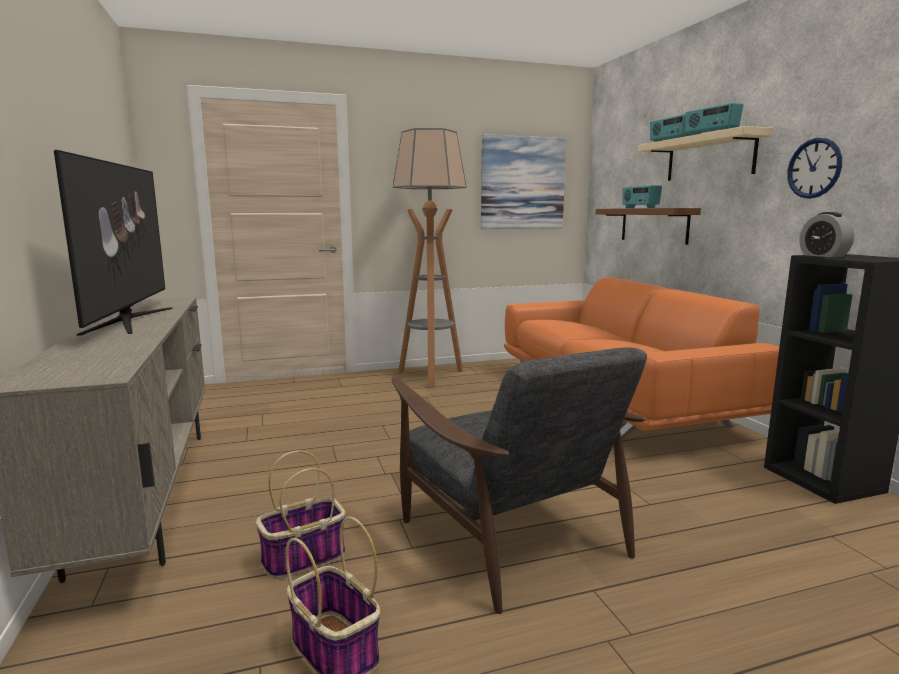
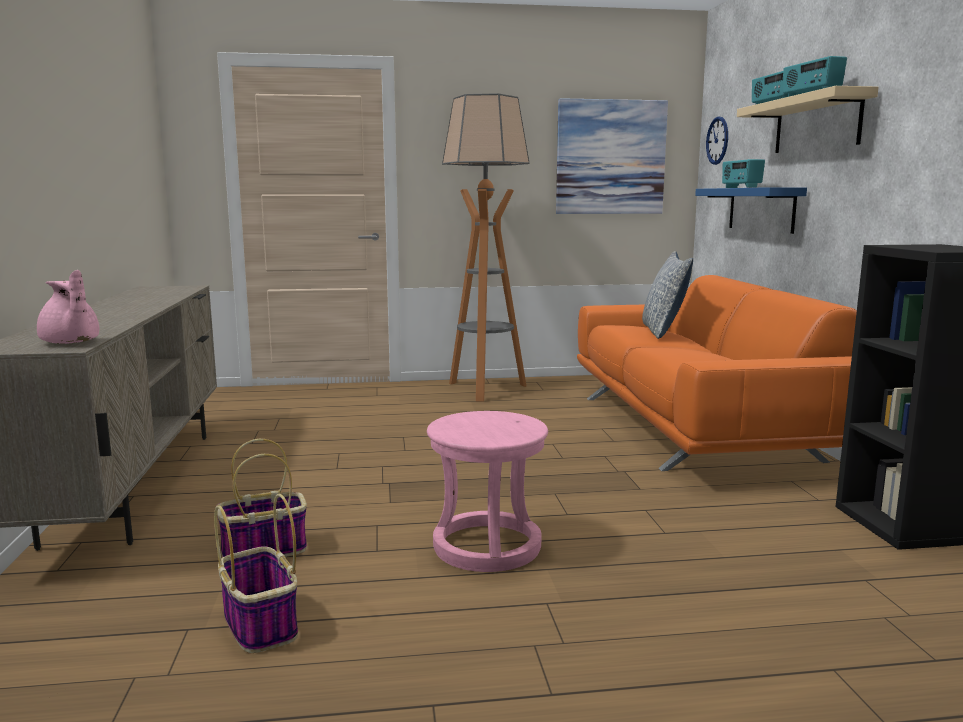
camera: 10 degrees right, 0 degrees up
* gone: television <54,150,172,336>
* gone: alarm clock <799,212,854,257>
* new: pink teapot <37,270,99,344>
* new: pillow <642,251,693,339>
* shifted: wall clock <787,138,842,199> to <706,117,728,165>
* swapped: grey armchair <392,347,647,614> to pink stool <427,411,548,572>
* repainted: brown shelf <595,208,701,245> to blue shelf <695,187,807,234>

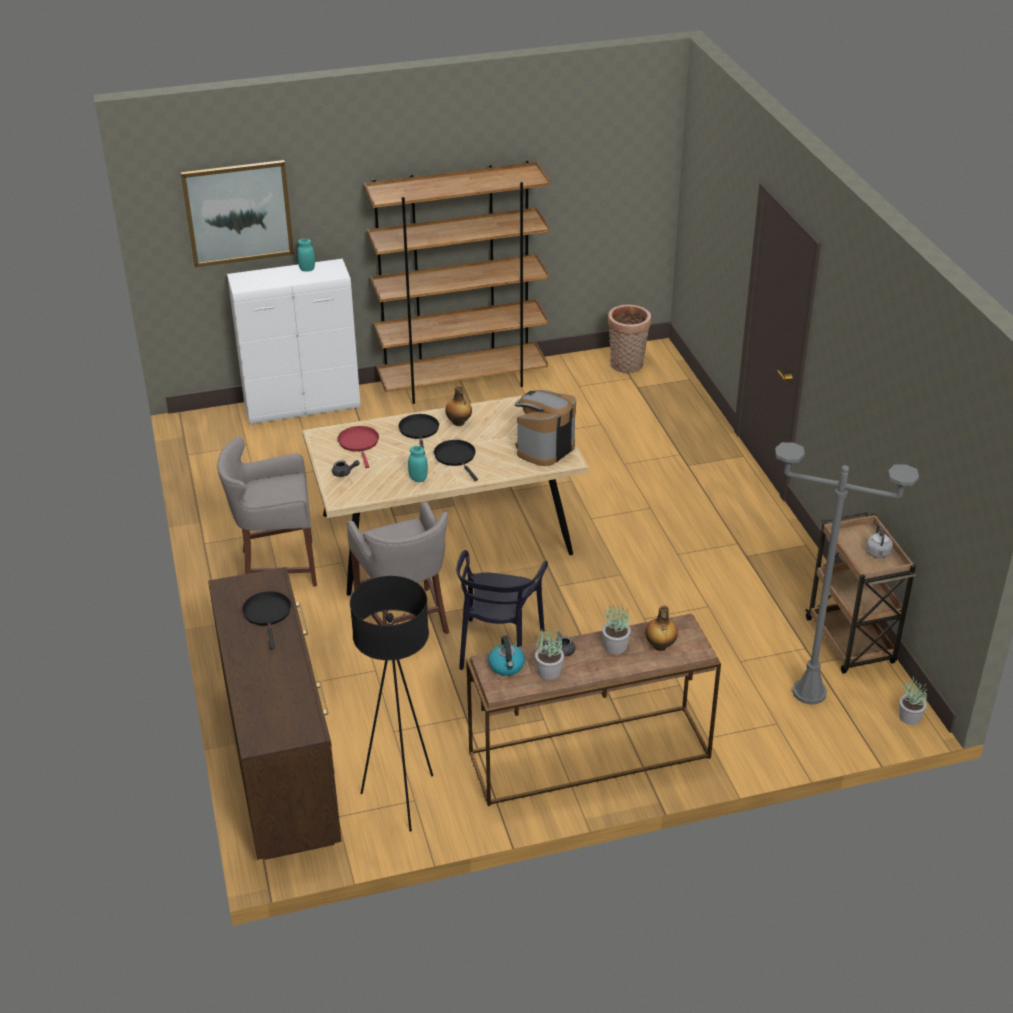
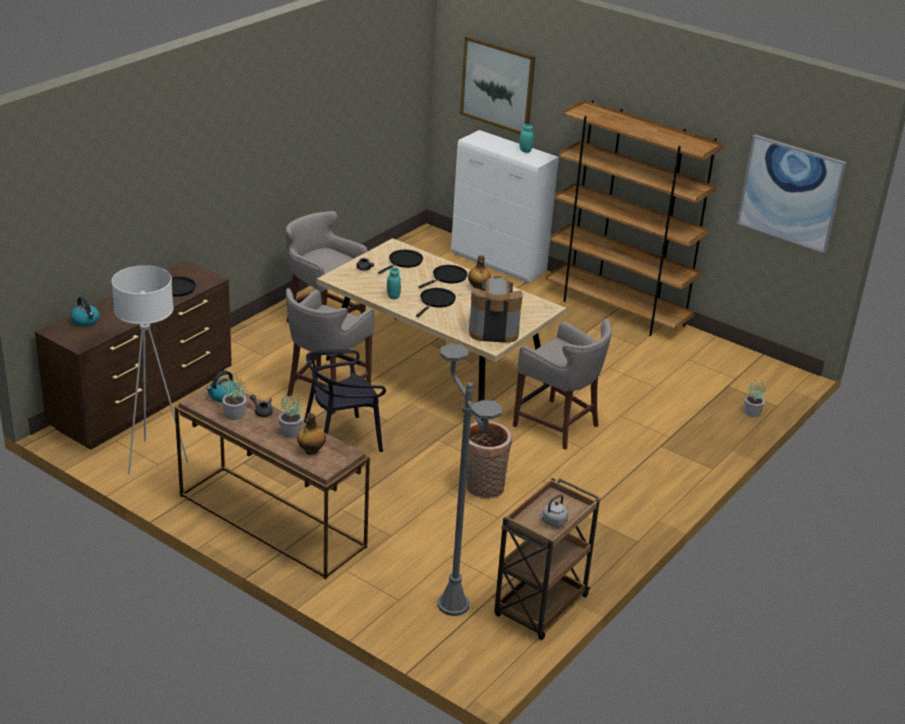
camera: 50 degrees right, 5 degrees down
* new: kettle <71,297,100,327>
* new: grey stool <513,319,612,450>
* new: picture <737,135,847,254>
* shifted: basket <608,305,651,373> to <466,421,512,499>
* shifted: potted plant <899,676,927,725> to <744,380,766,417>
* repainted: red frying pan <338,426,379,468> to black frying pan <378,250,423,274>
* repainted: black floor lamp <350,576,433,832> to white floor lamp <112,265,188,474>

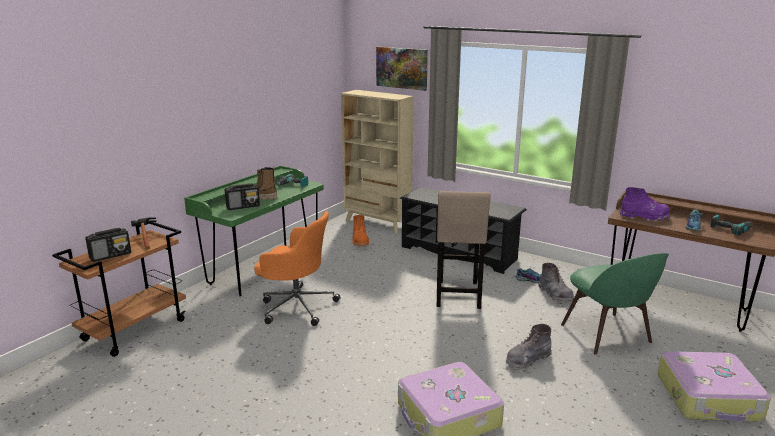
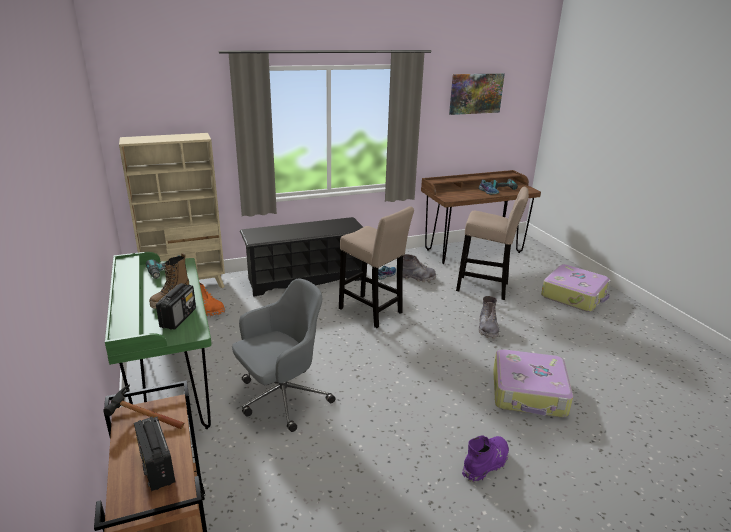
camera: 55 degrees left, 5 degrees up
* shifted: picture <376,47,428,91> to <449,73,505,115>
* shifted: purple boot <619,187,670,222> to <462,435,509,483>
* swapped: green chair <561,253,669,355> to beige stool <456,187,529,300>
* repainted: orange office chair <254,211,340,326> to grey office chair <232,278,335,432>
* rotated: radio <85,228,131,262> = <134,417,175,491> 150 degrees clockwise

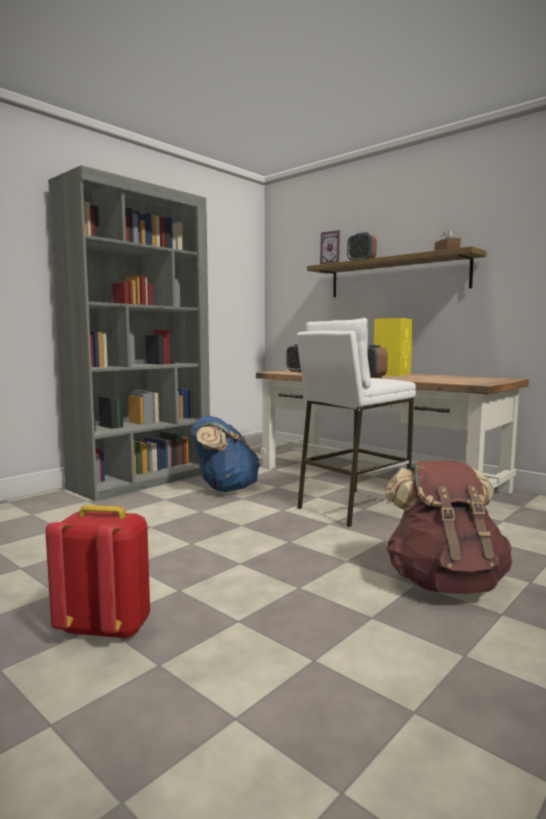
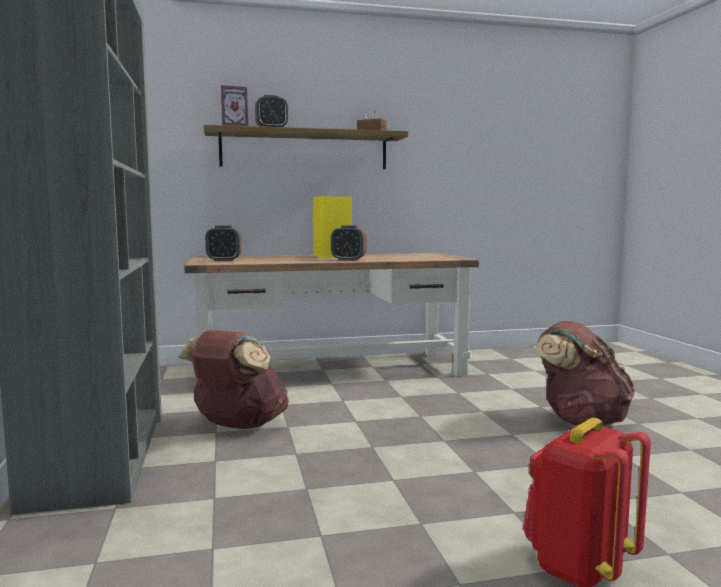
camera: 55 degrees left, 0 degrees up
* gone: white stool <297,318,416,527>
* repainted: blue backpack <190,416,260,492> to brown backpack <178,330,289,429>

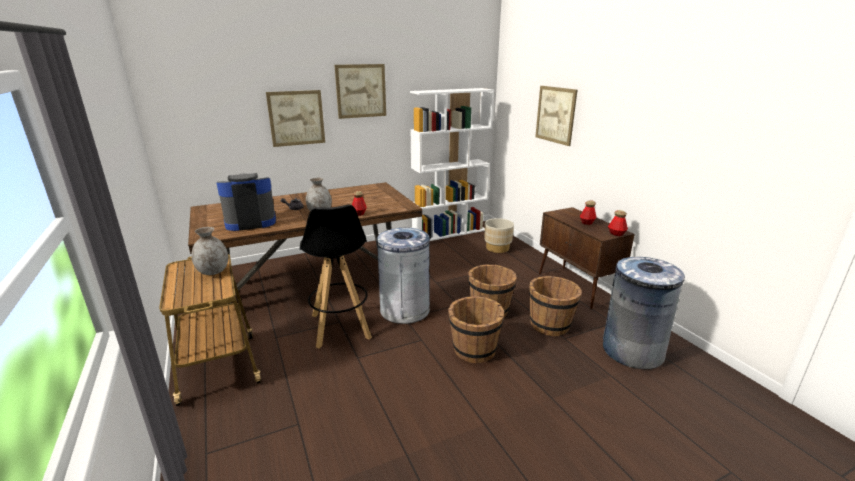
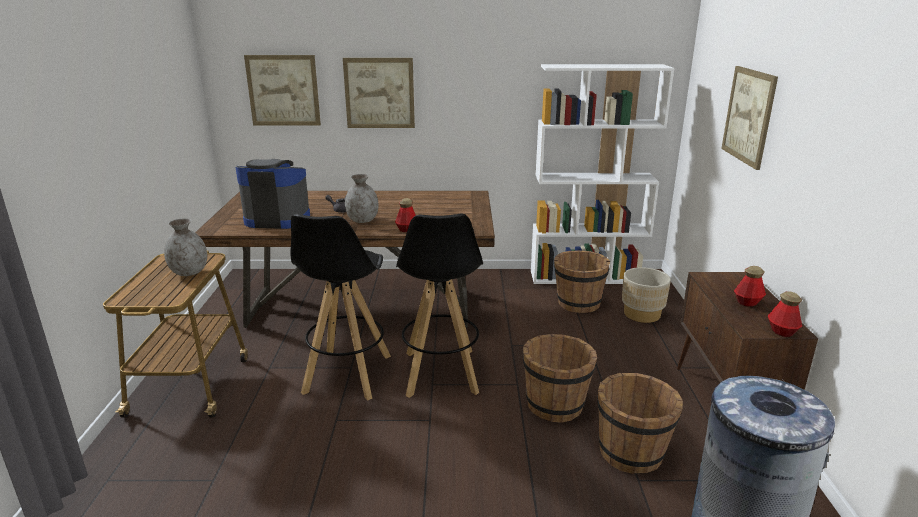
camera: 25 degrees right, 0 degrees up
* shifted: picture <335,64,386,119> to <244,55,321,125>
* shifted: brown bucket <448,296,504,363> to <554,250,610,313>
* swapped: grey trash can <377,228,432,324> to black stool <396,214,483,398>

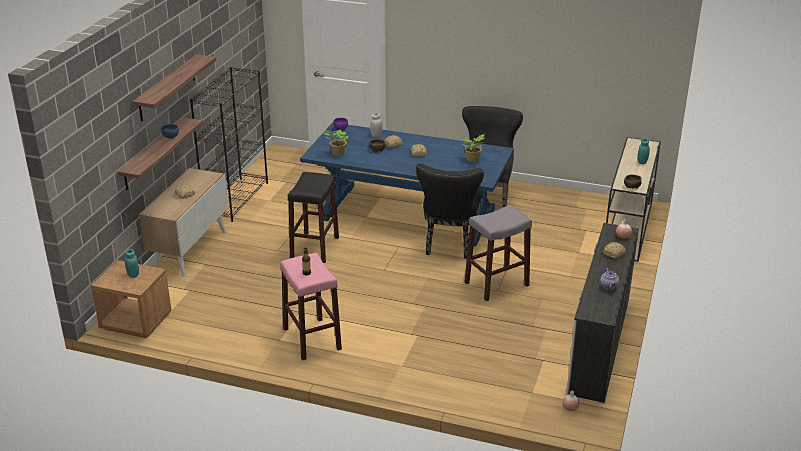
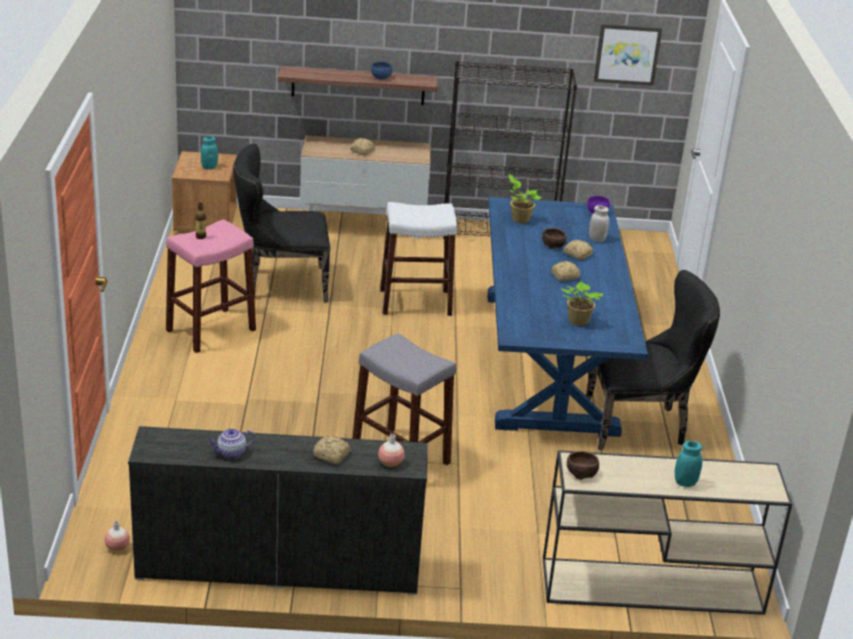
camera: 70 degrees right, 0 degrees up
* gone: shelf <133,54,216,121>
* new: picture <594,24,662,86>
* shifted: black chair <416,163,484,259> to <233,144,331,302>
* repainted: black stool <288,172,339,263> to white stool <380,202,457,316>

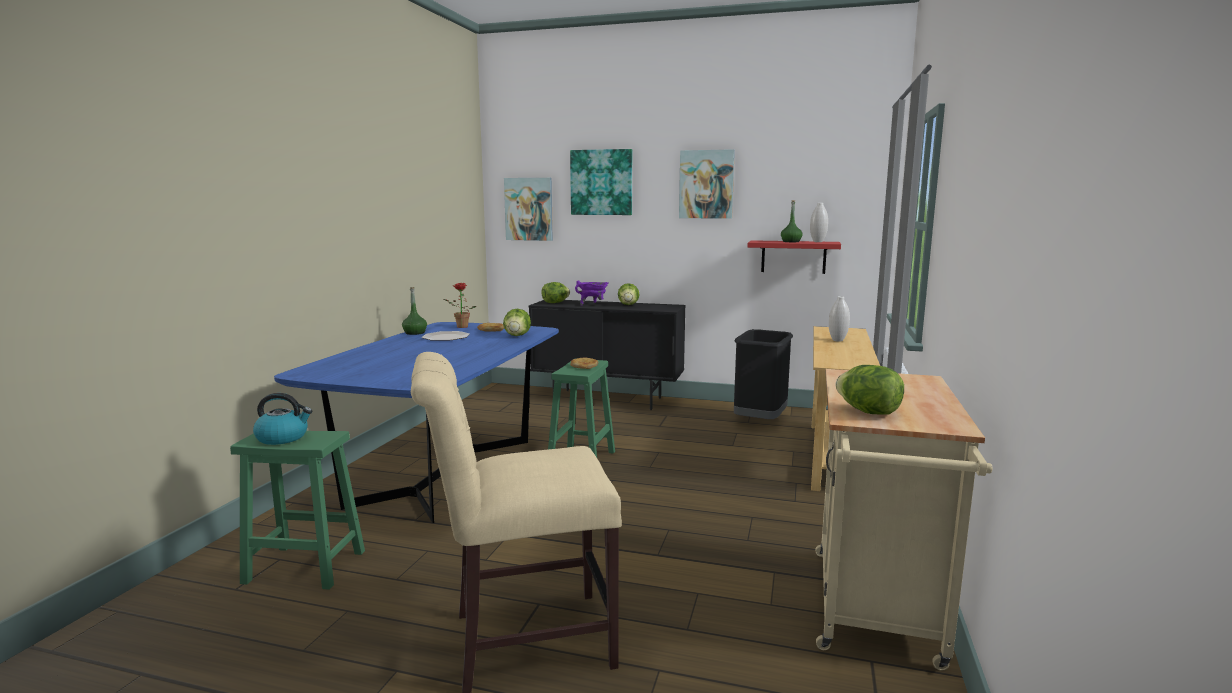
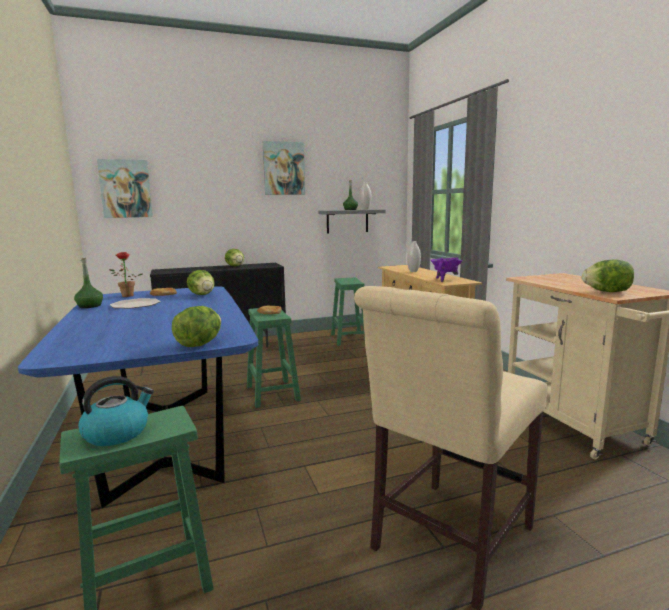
camera: 35 degrees left, 0 degrees up
* gone: picture <570,149,632,215>
* shifted: lettuce <541,282,570,303> to <172,306,221,347>
* shifted: purple cooking pot <575,280,608,306> to <431,257,462,282>
* swapped: black trash can <734,329,793,419> to green stool <331,278,365,346>
* repainted: red shelf <747,240,841,274> to grey shelf <318,210,386,233>

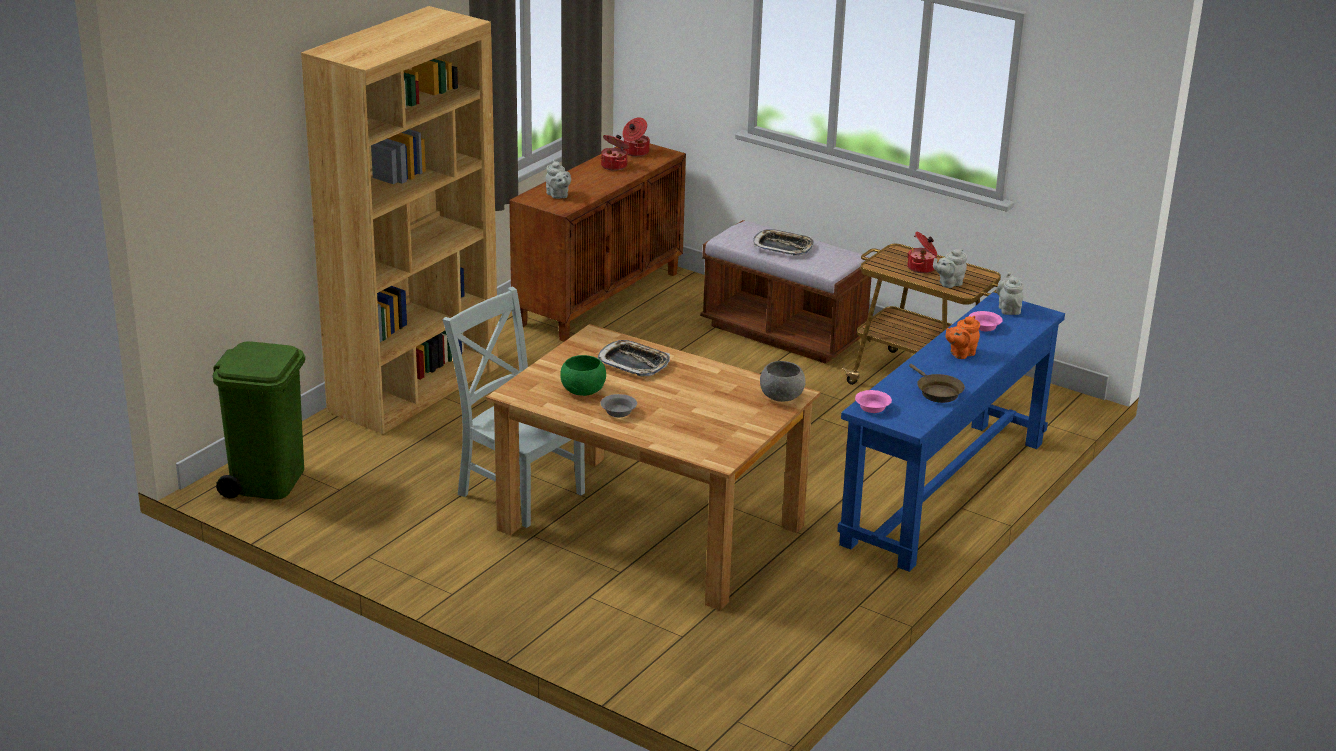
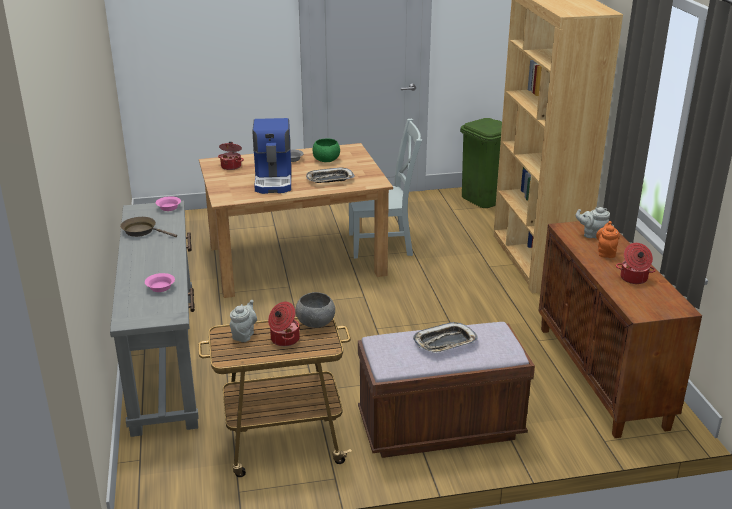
camera: 135 degrees right, 0 degrees up
* gone: grey teapot <996,272,1024,315>
* new: coffee machine <252,118,291,194>
* shifted: cooking pot <622,117,650,157> to <218,142,244,170>
* shifted: grey bowl <760,361,805,402> to <296,292,335,328>
* shifted: orange teapot <946,316,980,359> to <596,221,620,258>
* repainted: blue console table <837,292,1065,572> to grey console table <110,200,199,437>

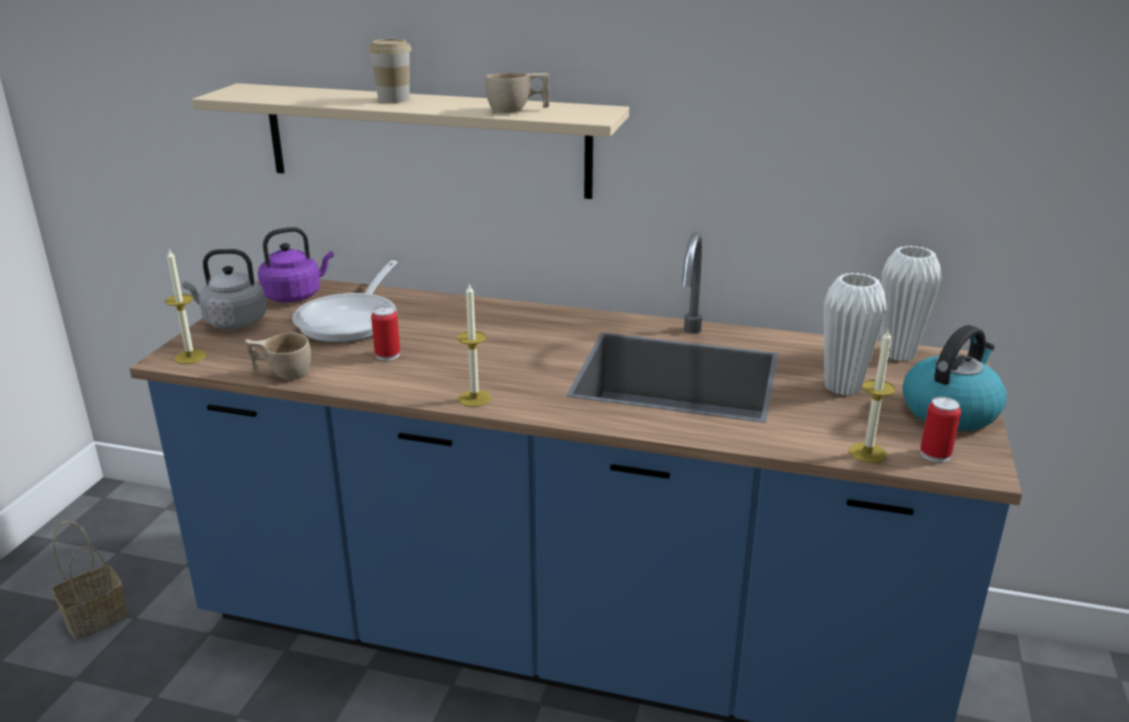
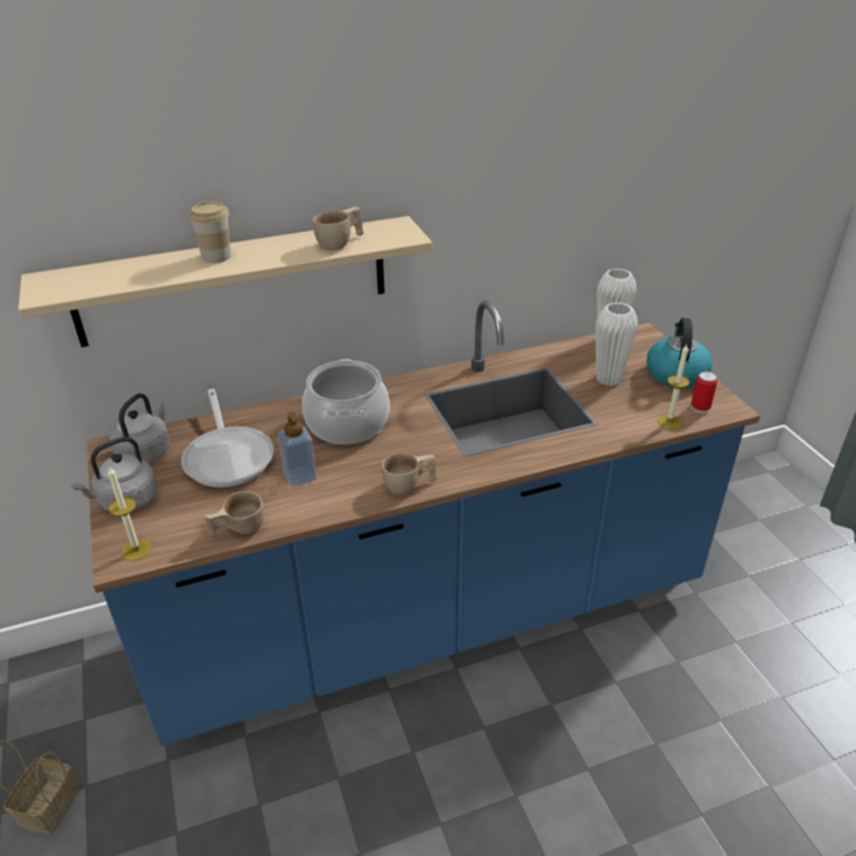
camera: 35 degrees left, 10 degrees up
* new: cooking pot <302,359,390,445>
* swapped: can <371,306,400,361> to soap dispenser <278,412,316,487>
* swapped: candle <457,282,491,407> to beige cup <382,453,436,495>
* repainted: purple kettle <258,227,334,302> to grey kettle <109,393,170,463>

